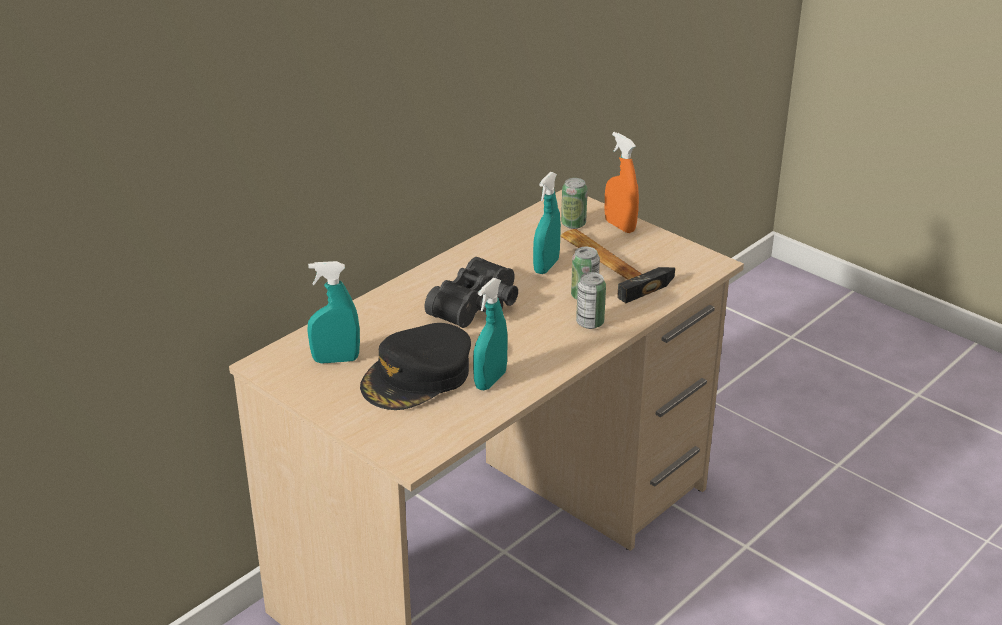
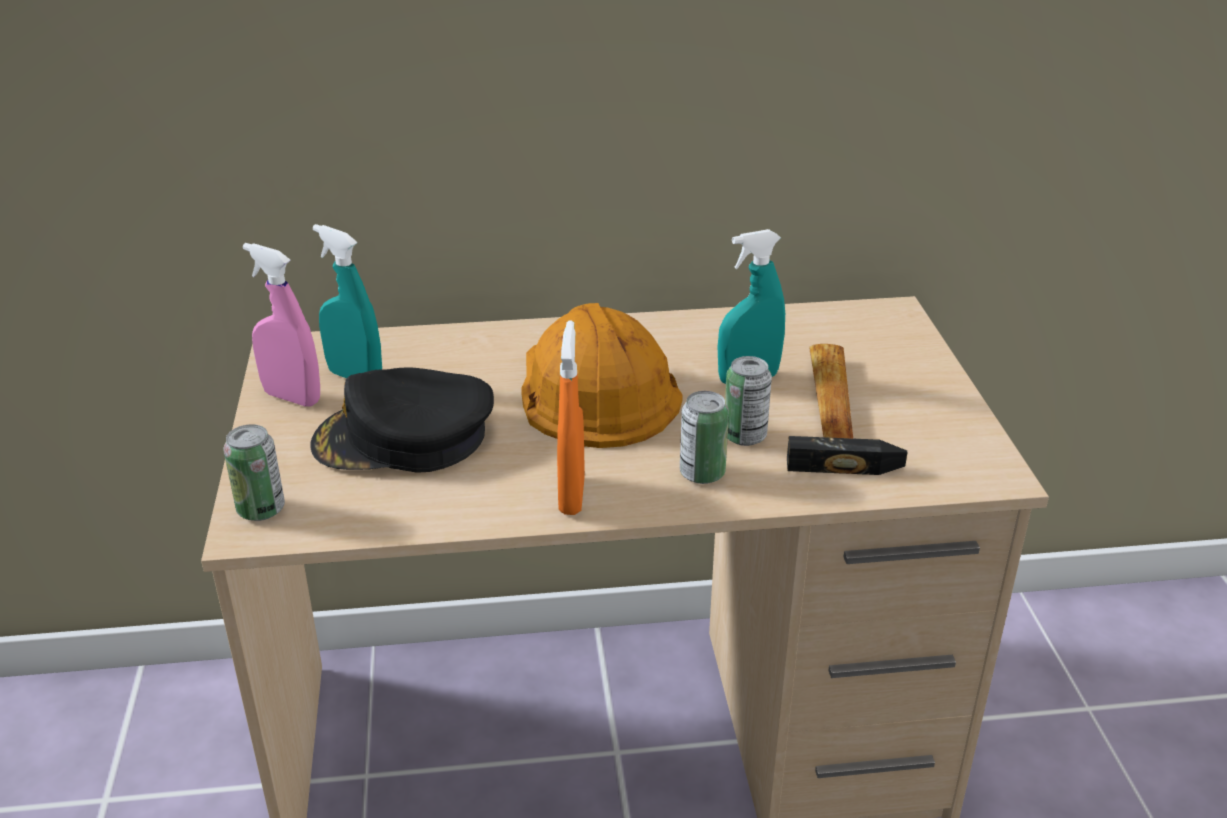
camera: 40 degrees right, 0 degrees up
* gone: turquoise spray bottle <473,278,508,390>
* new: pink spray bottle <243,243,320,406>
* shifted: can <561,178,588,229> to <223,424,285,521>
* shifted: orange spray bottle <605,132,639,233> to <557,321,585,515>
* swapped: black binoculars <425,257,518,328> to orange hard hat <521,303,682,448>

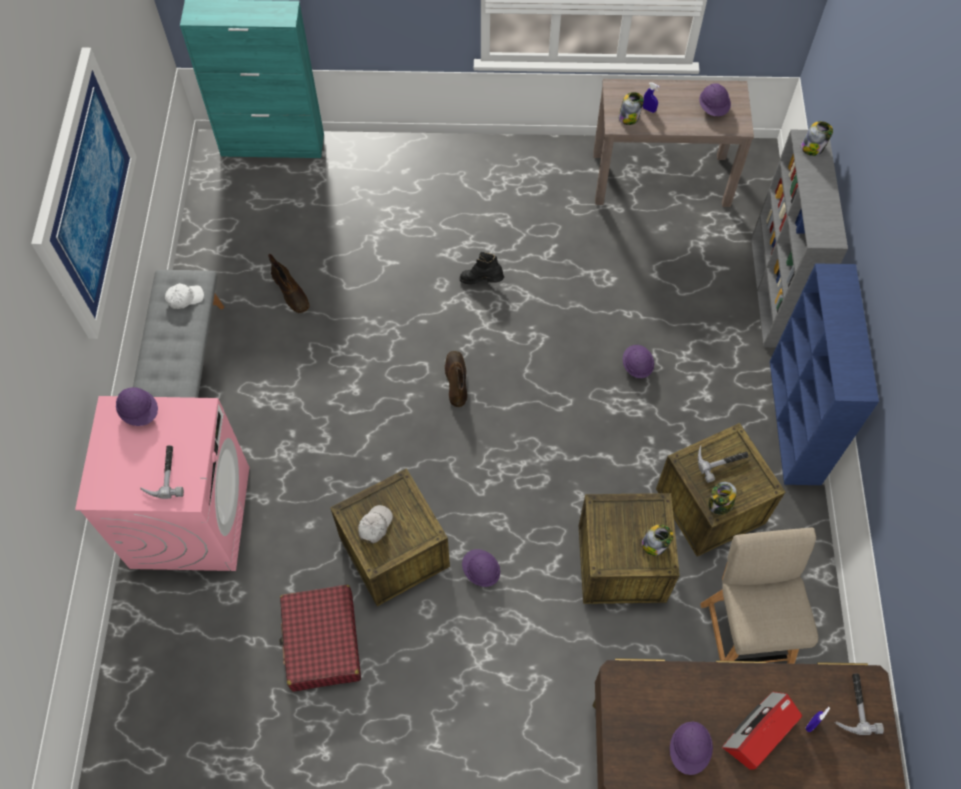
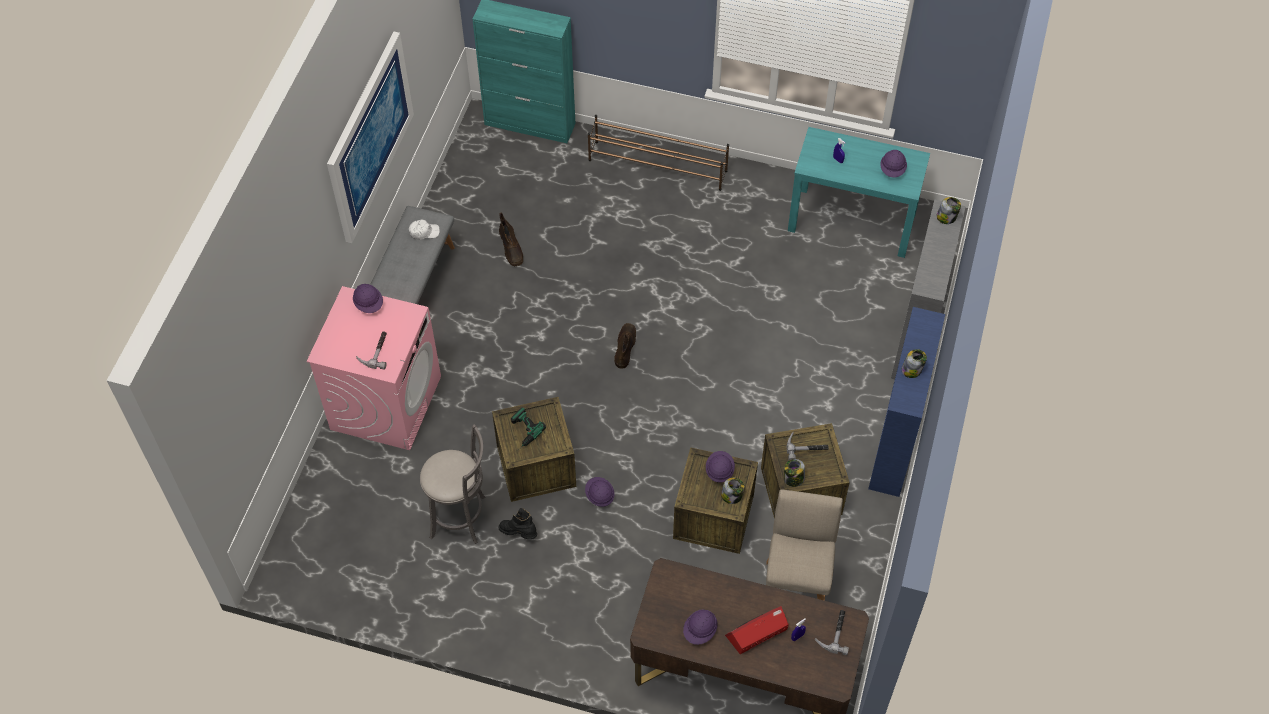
camera: 15 degrees right, 5 degrees down
* new: brown shoe rack <588,115,729,191>
* shifted: black boot <459,252,504,284> to <498,508,537,540>
* shifted: jar <619,92,644,125> to <902,349,927,378>
* shifted: purple hard hat <623,345,654,378> to <706,451,735,483>
* swapped: red suitcase <280,585,361,692> to grey stool <420,424,485,544>
* swapped: white cap <358,505,393,543> to power drill <511,407,546,450>
* repainted: brown console table <593,79,754,207> to turquoise console table <788,127,930,258>

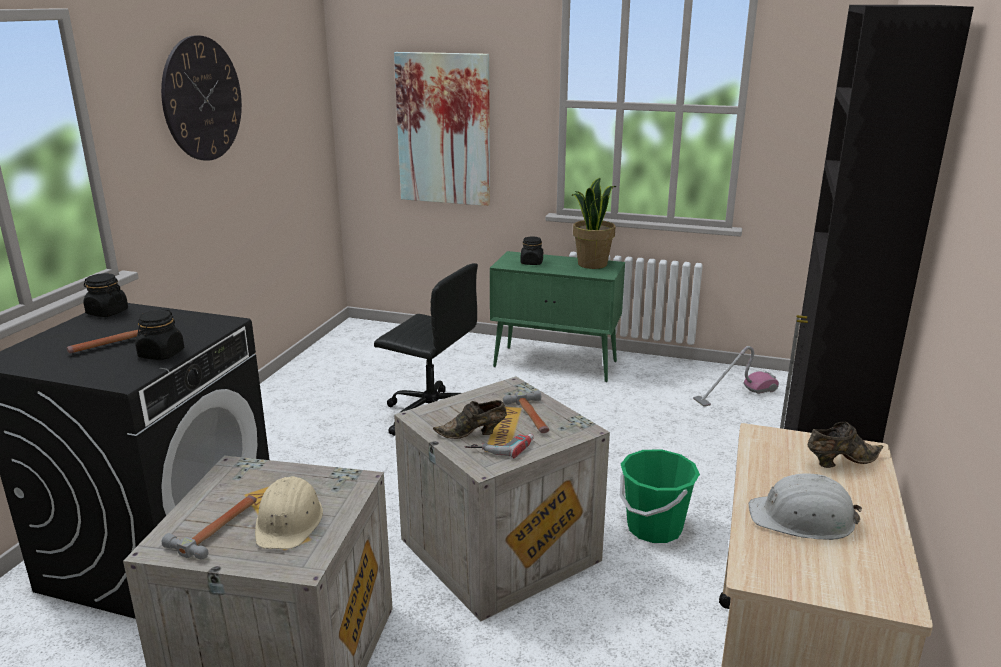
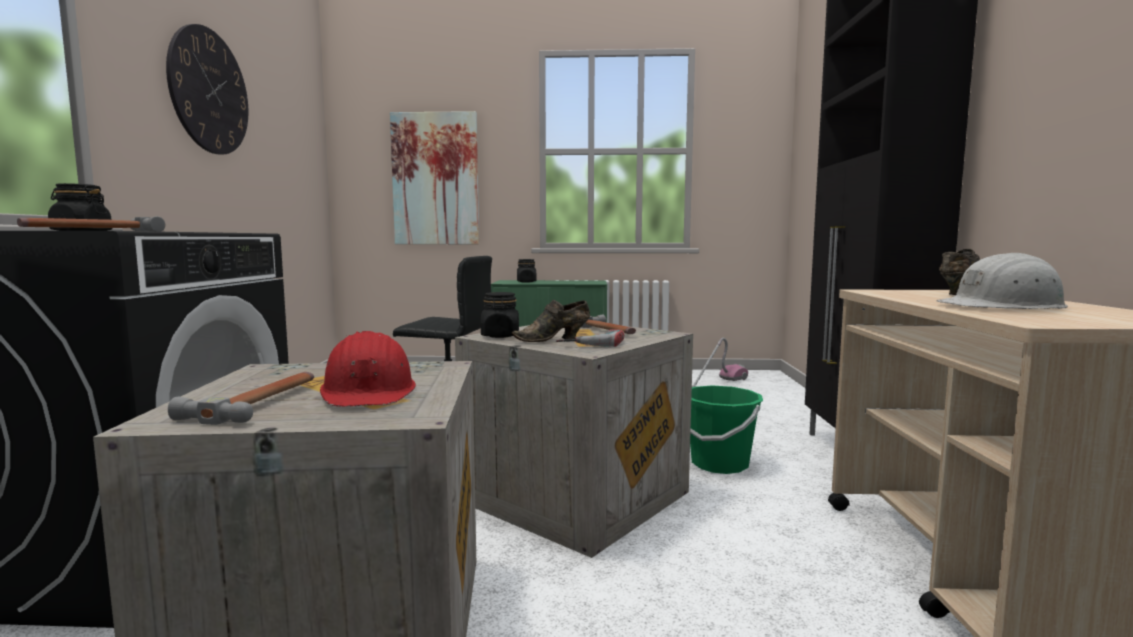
camera: 15 degrees left, 15 degrees down
* gone: potted plant <572,178,616,269>
* shifted: black jar <135,309,184,360> to <481,292,519,338>
* repainted: beige hard hat <255,476,323,549> to red hard hat <320,331,416,407>

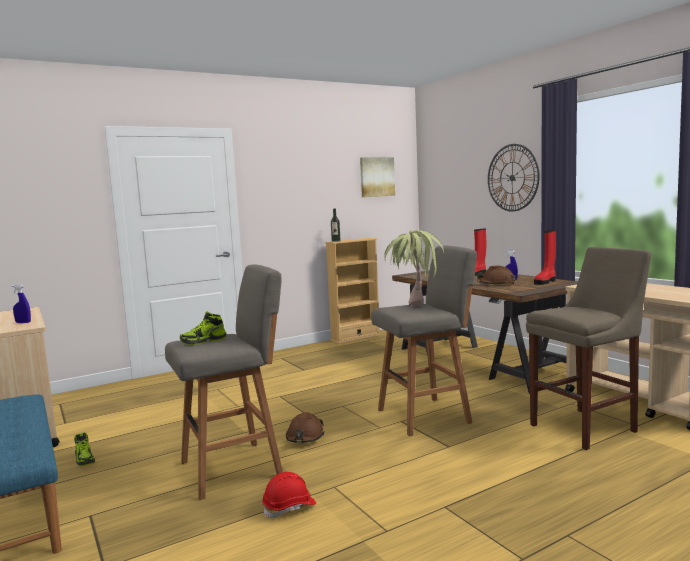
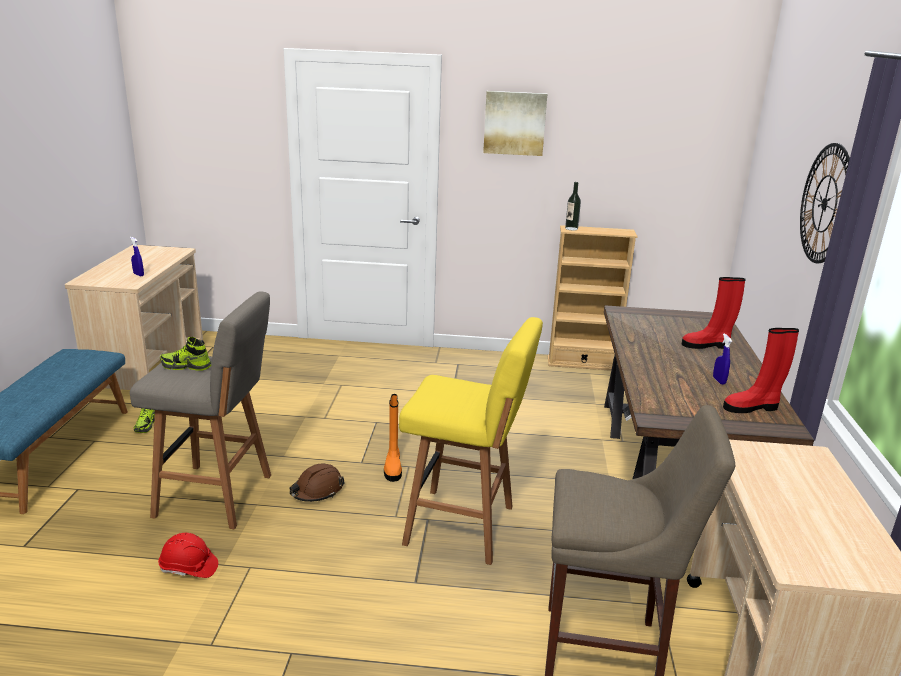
camera: 35 degrees right, 15 degrees up
* gone: potted plant <385,230,444,307>
* gone: brown hard hat <477,265,516,285>
* new: orange boot <384,394,402,482>
* shifted: picture <360,157,395,197> to <483,91,547,156>
* repainted: grey stool <372,245,477,436> to yellow stool <399,317,543,565>

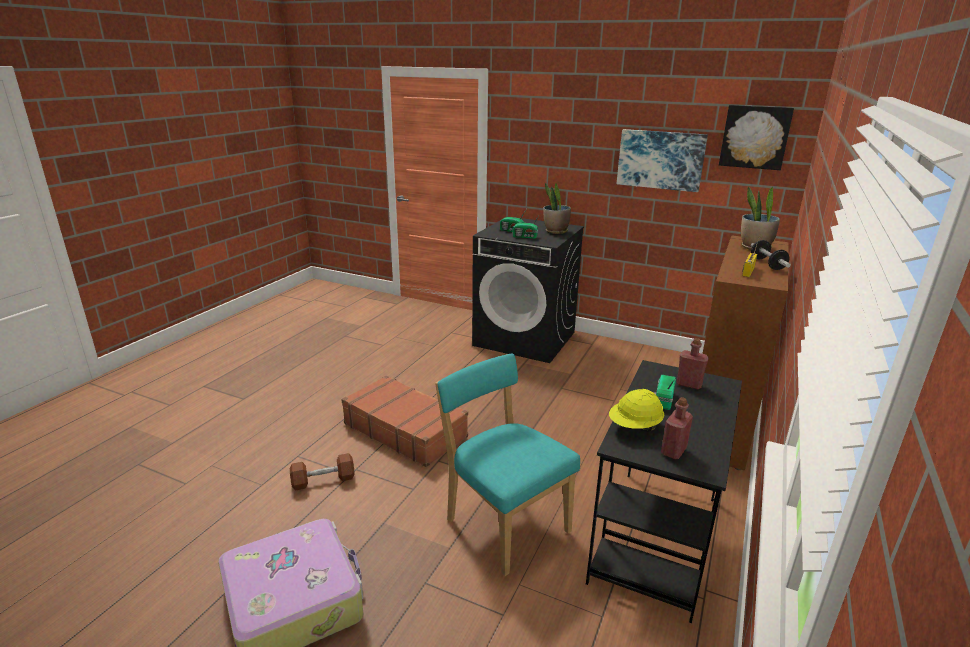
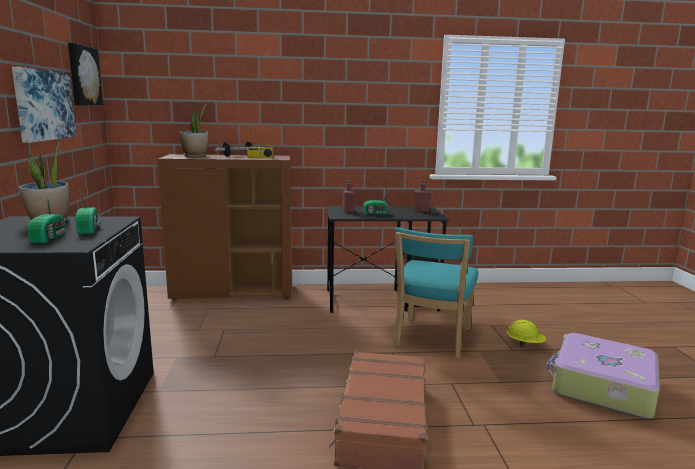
camera: 120 degrees left, 10 degrees down
* gone: brown dumbbell <290,453,354,491>
* shifted: yellow hard hat <609,389,664,432> to <507,320,546,347>

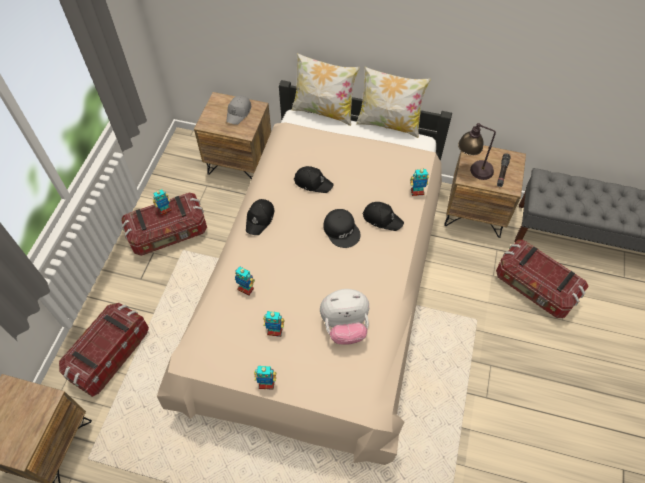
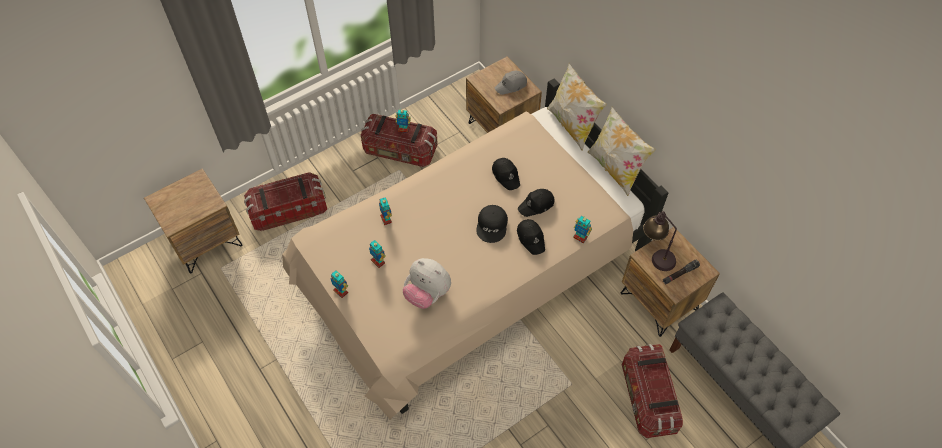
camera: 40 degrees right, 0 degrees up
* shifted: black cap <246,199,275,235> to <518,189,555,217>

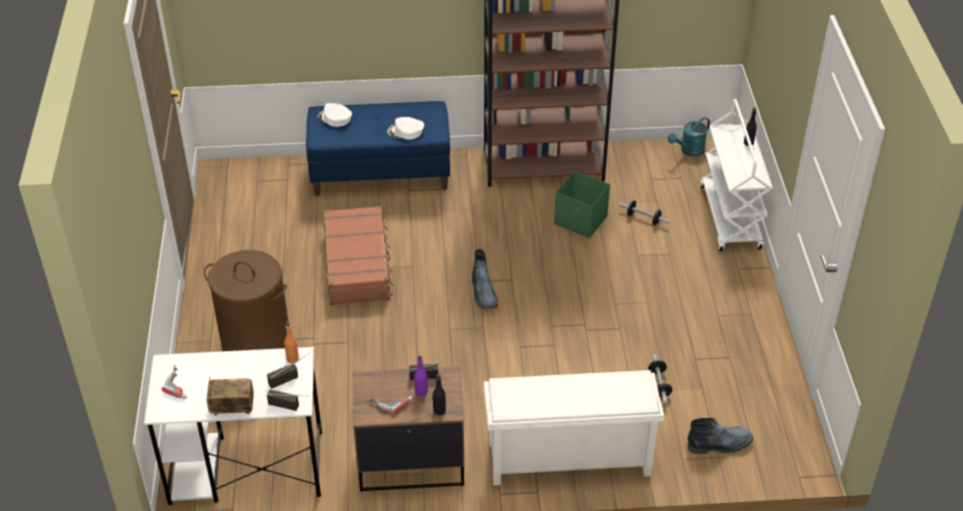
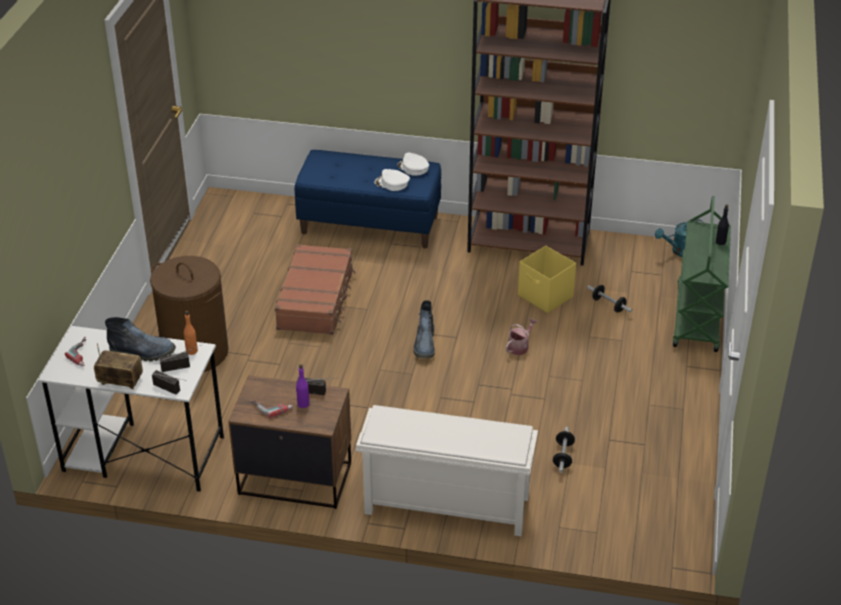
camera: 15 degrees right, 5 degrees down
* gone: black bottle <432,374,446,415>
* new: watering can <506,318,537,355>
* shifted: white cap <318,103,352,127> to <397,152,429,176>
* shifted: boot <687,418,753,454> to <105,317,176,362>
* repainted: green storage box <554,171,610,238> to yellow storage box <518,246,576,313>
* repainted: white cart <700,99,773,251> to green cart <673,196,731,352>

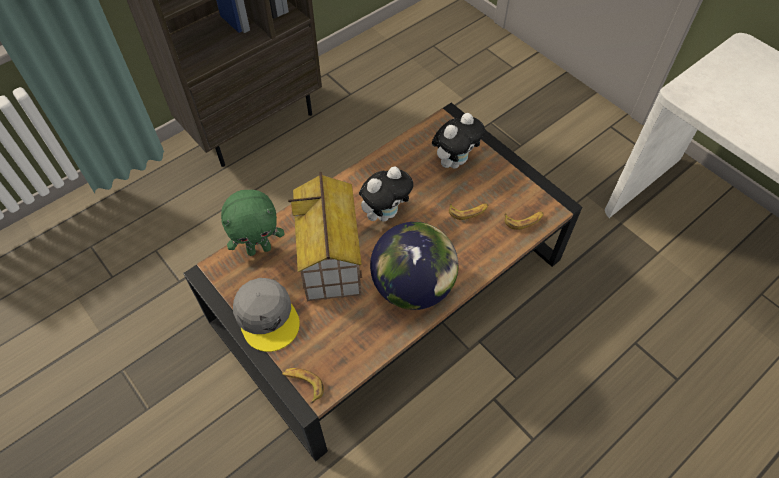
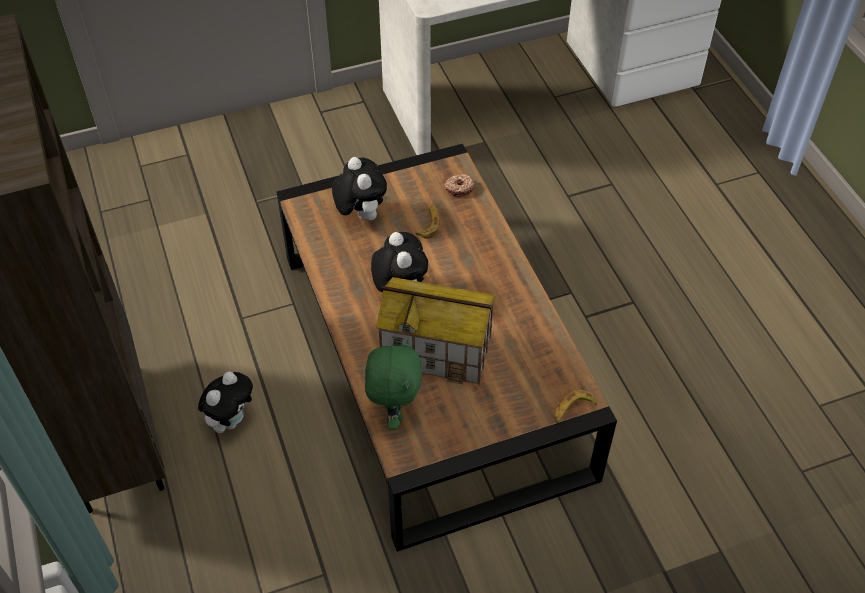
camera: 70 degrees left, 5 degrees down
* gone: grey cap <233,278,300,352>
* gone: globe <370,222,458,310>
* new: plush toy <198,371,253,433>
* swapped: banana <505,212,544,230> to donut <444,174,475,197>

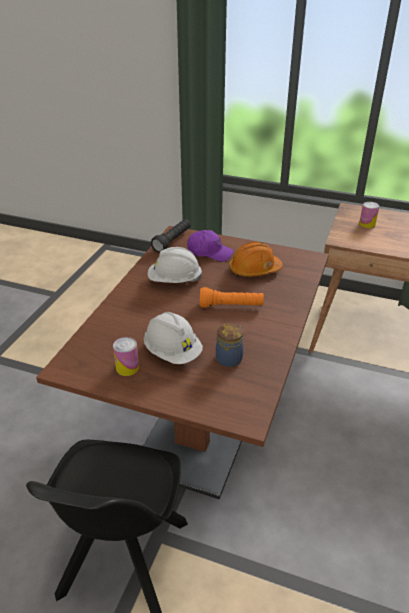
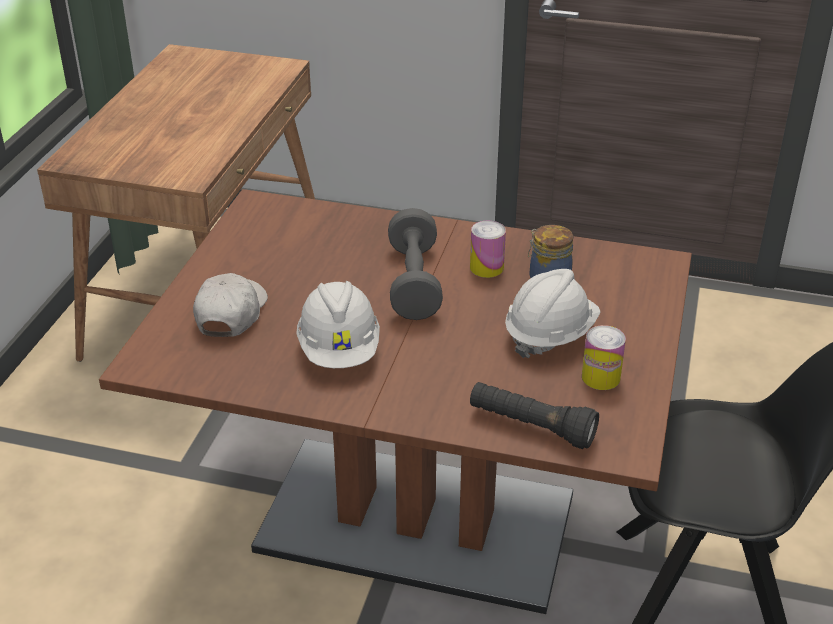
camera: 95 degrees left, 0 degrees up
* gone: orange hard hat <229,241,282,277>
* shifted: black flashlight <151,219,190,253> to <470,382,599,449>
* shifted: can <359,202,379,228> to <470,221,506,278>
* swapped: orange flashlight <200,287,264,308> to grey dumbbell <388,208,443,320>
* repainted: purple cap <187,230,234,262> to white cap <193,273,268,337>

